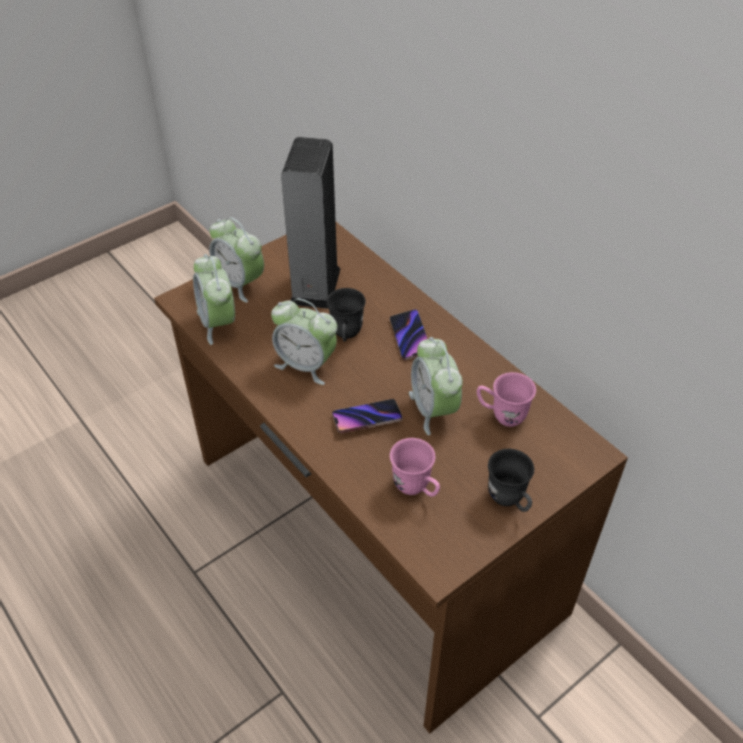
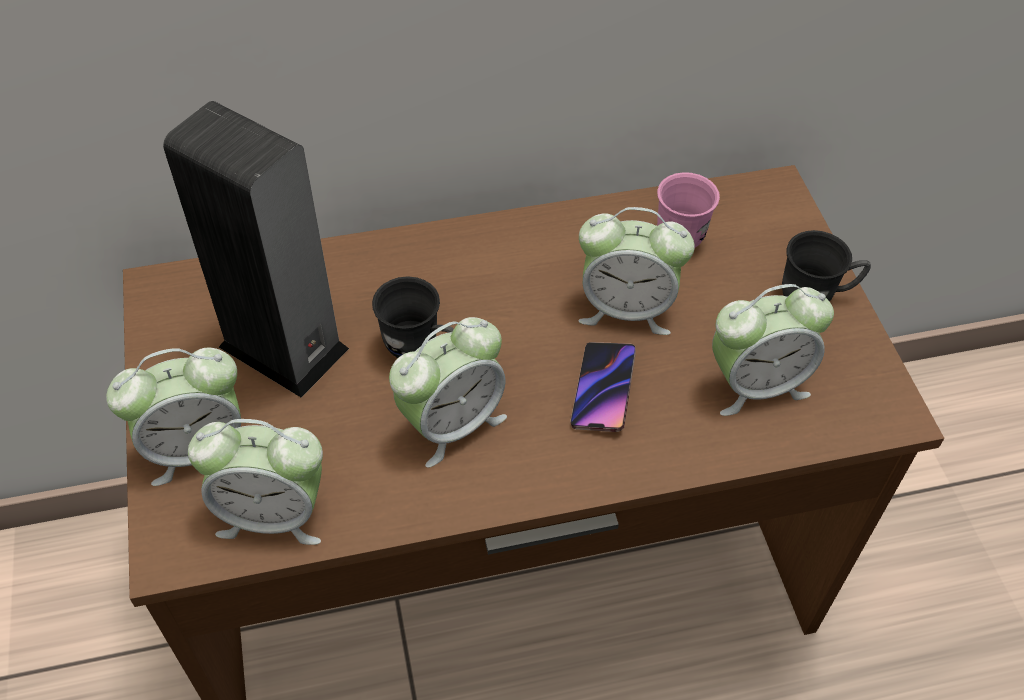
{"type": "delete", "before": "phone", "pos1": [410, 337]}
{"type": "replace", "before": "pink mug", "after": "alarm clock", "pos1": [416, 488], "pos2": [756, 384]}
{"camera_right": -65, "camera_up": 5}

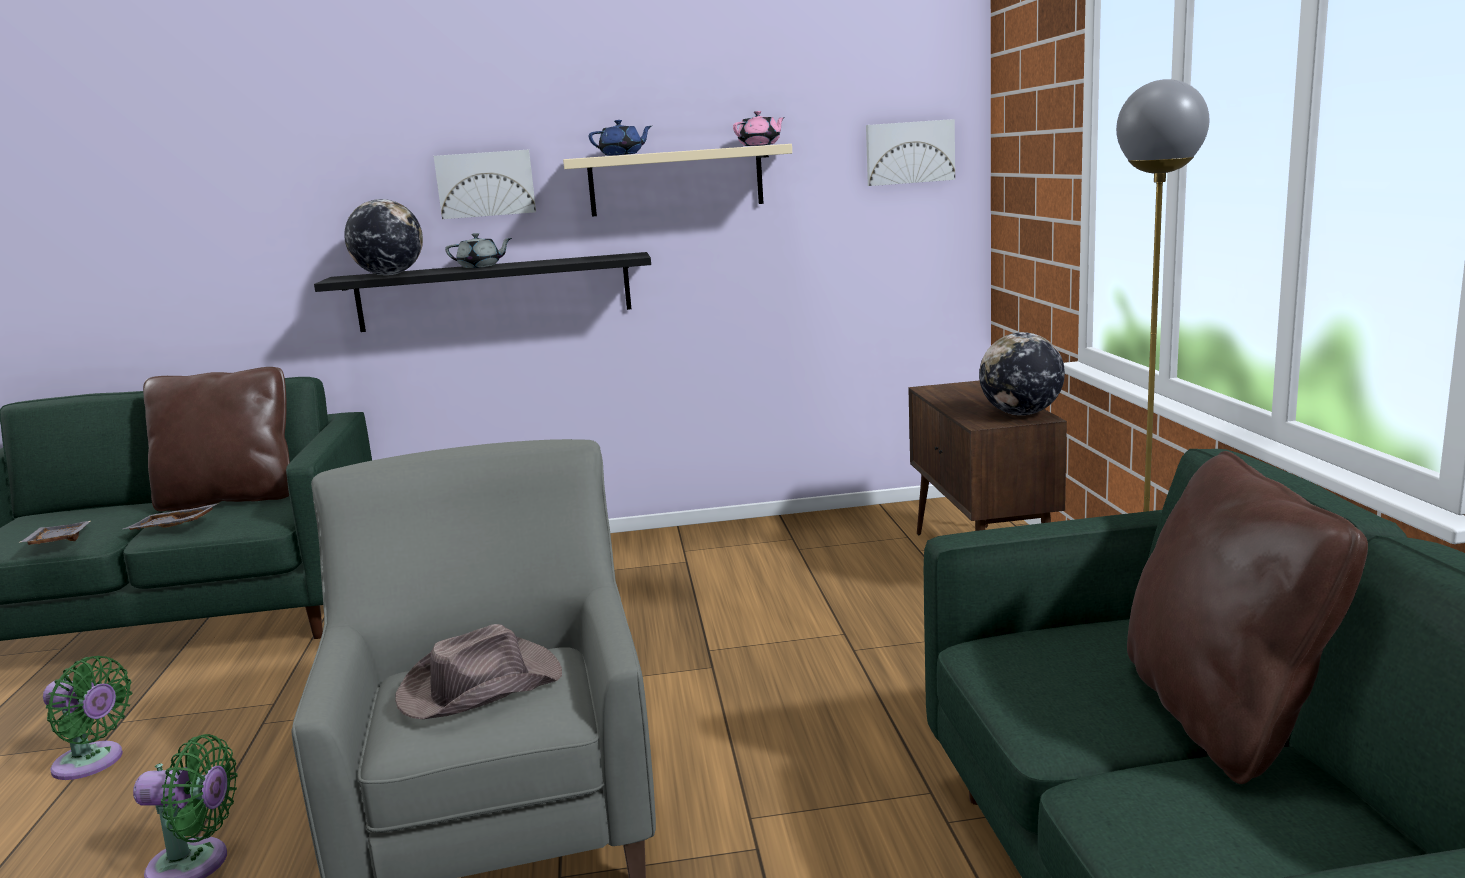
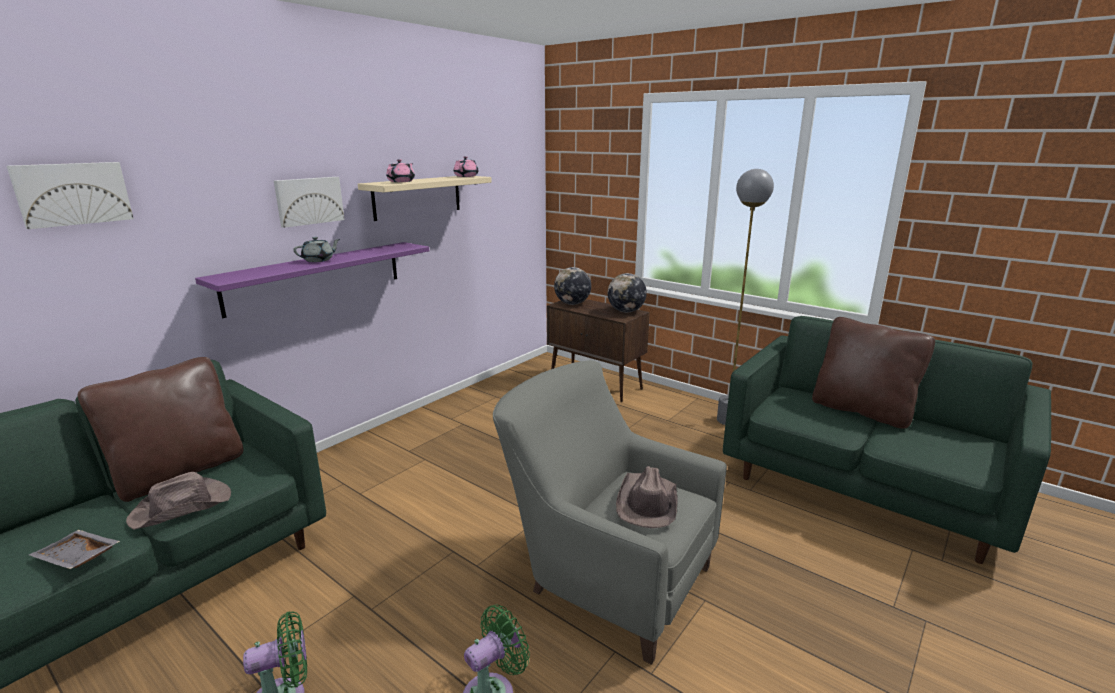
{"type": "move", "before": "picture", "pos1": [909, 152], "pos2": [73, 194]}
{"type": "recolor", "before": "blue teapot", "after": "pink teapot", "pos1": [622, 154], "pos2": [401, 181]}
{"type": "move", "before": "globe", "pos1": [389, 275], "pos2": [572, 304]}
{"type": "recolor", "before": "black shelf", "after": "purple shelf", "pos1": [494, 292], "pos2": [316, 277]}
{"type": "replace", "before": "grey tray", "after": "brown hat", "pos1": [172, 528], "pos2": [182, 507]}
{"camera_right": -45, "camera_up": 5}

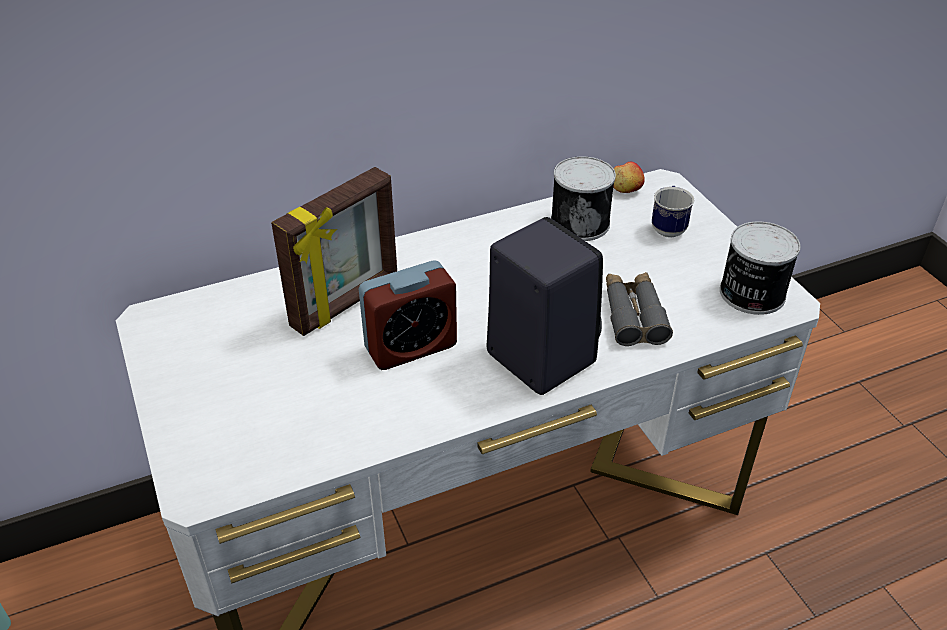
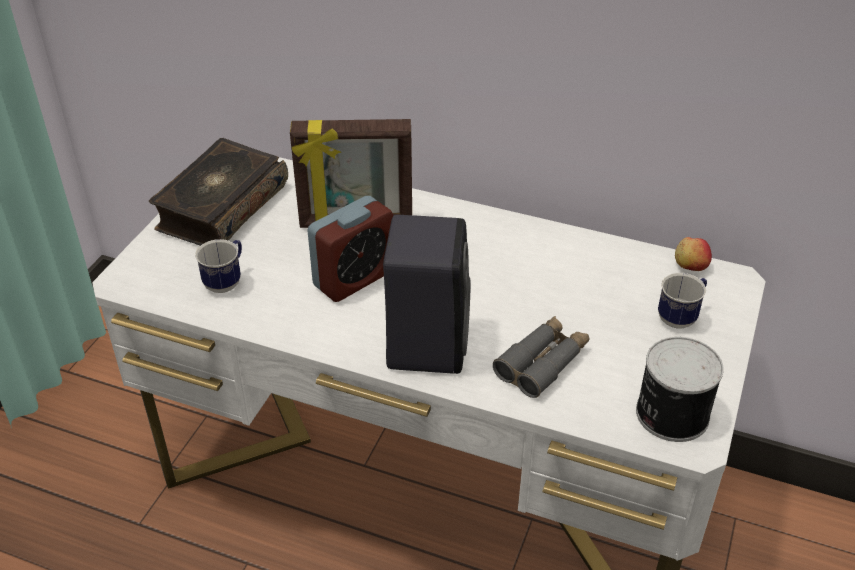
{"type": "delete", "before": "can", "pos1": [580, 222]}
{"type": "rotate", "before": "alarm clock", "pos1": [411, 347], "pos2": [354, 278], "turn": -60}
{"type": "insert", "after": "book", "pos2": [221, 207]}
{"type": "insert", "after": "mug", "pos2": [226, 281]}
{"camera_right": 45, "camera_up": 0}

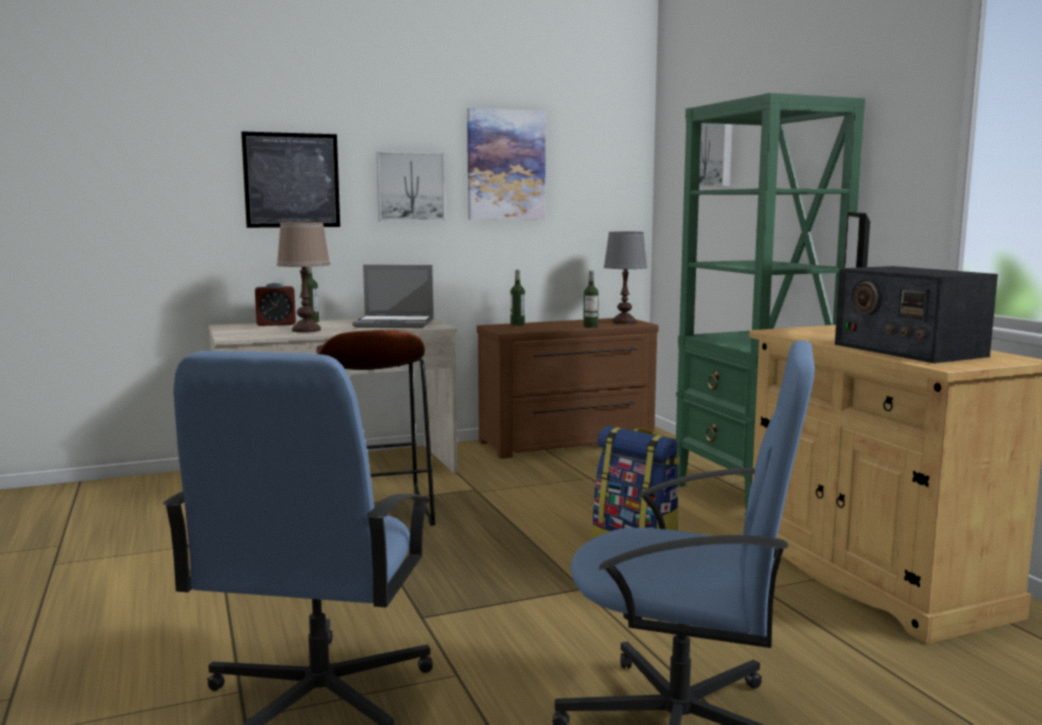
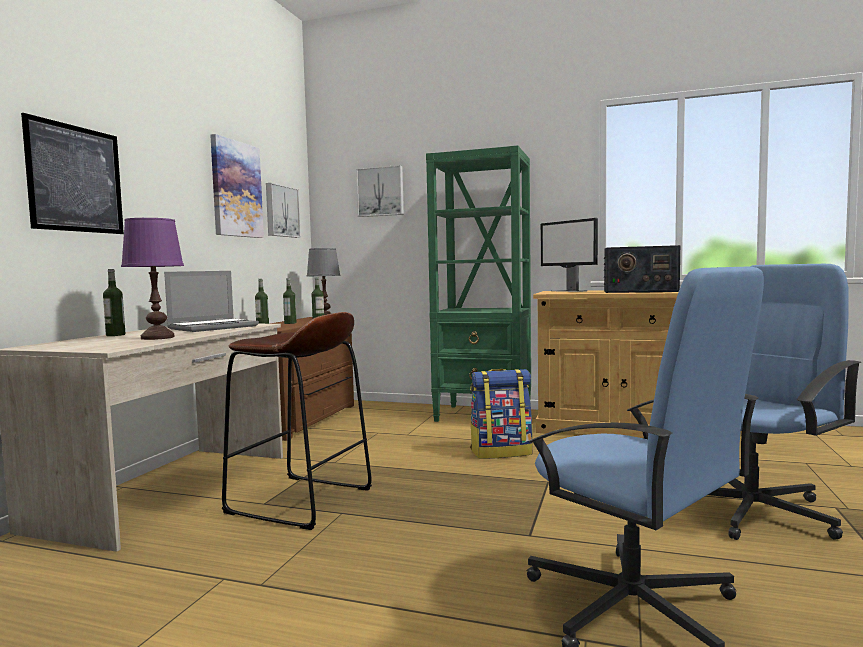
{"type": "move", "before": "picture", "pos1": [410, 187], "pos2": [281, 211]}
{"type": "recolor", "before": "brown table lamp", "after": "purple table lamp", "pos1": [306, 330], "pos2": [158, 338]}
{"type": "delete", "before": "alarm clock", "pos1": [276, 324]}
{"type": "insert", "after": "bottle", "pos2": [290, 323]}
{"camera_right": -50, "camera_up": -5}

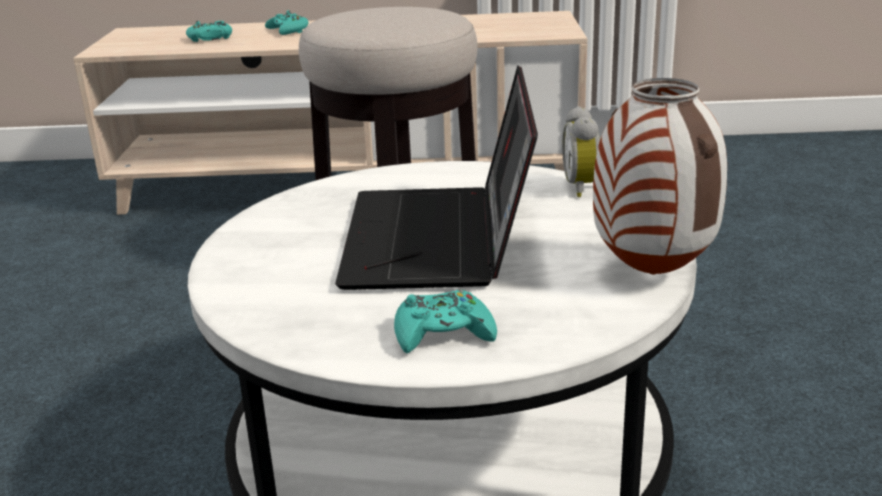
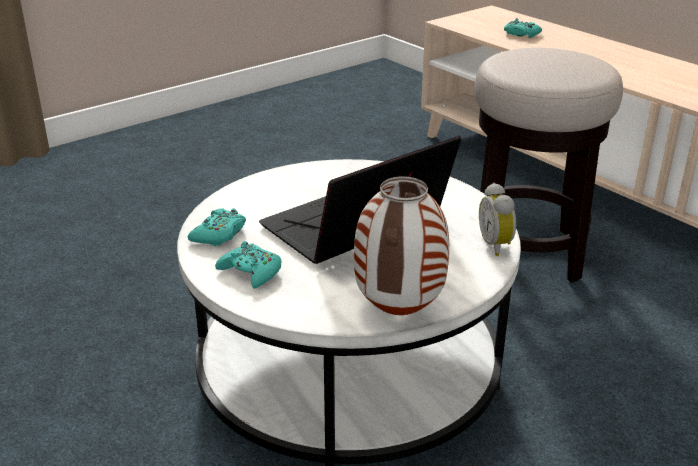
{"type": "move", "before": "turquoise game controller", "pos1": [288, 31], "pos2": [219, 234]}
{"type": "rotate", "before": "alarm clock", "pos1": [583, 187], "pos2": [497, 245], "turn": -60}
{"camera_right": 50, "camera_up": 5}

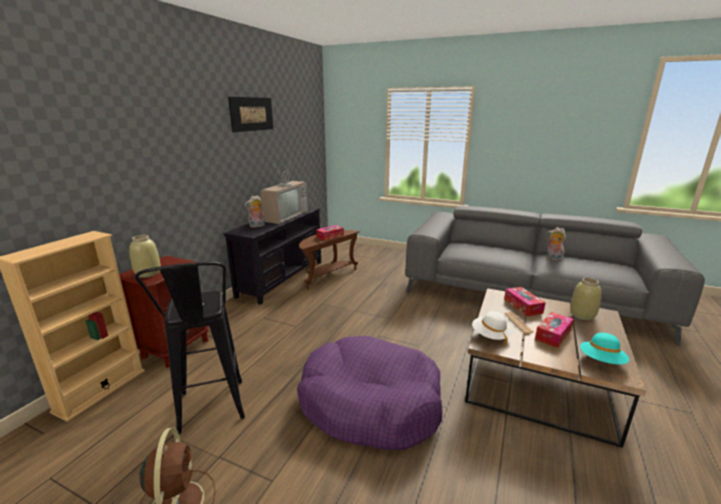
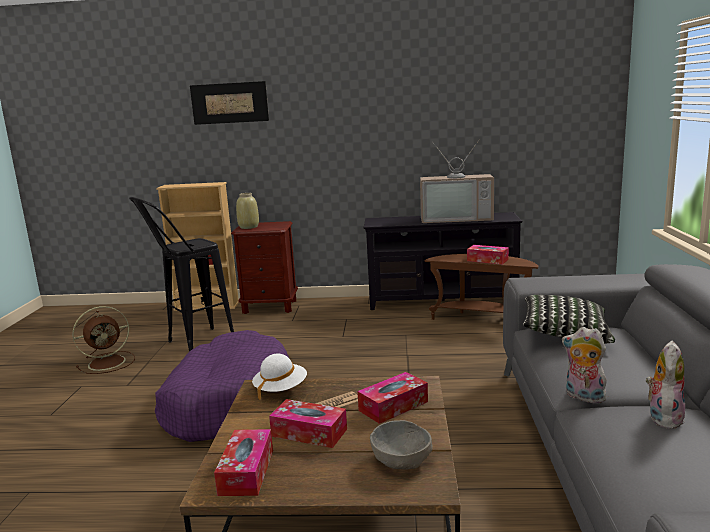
{"type": "move", "before": "picture", "pos1": [251, 114], "pos2": [229, 103]}
{"type": "move", "before": "plush toy", "pos1": [257, 226], "pos2": [583, 397]}
{"type": "replace", "before": "beige vase", "after": "grey bowl", "pos1": [582, 315], "pos2": [402, 460]}
{"type": "replace", "before": "turquoise hat", "after": "tissue box", "pos1": [601, 361], "pos2": [246, 472]}
{"type": "insert", "after": "pillow", "pos2": [564, 334]}
{"camera_right": 70, "camera_up": -5}

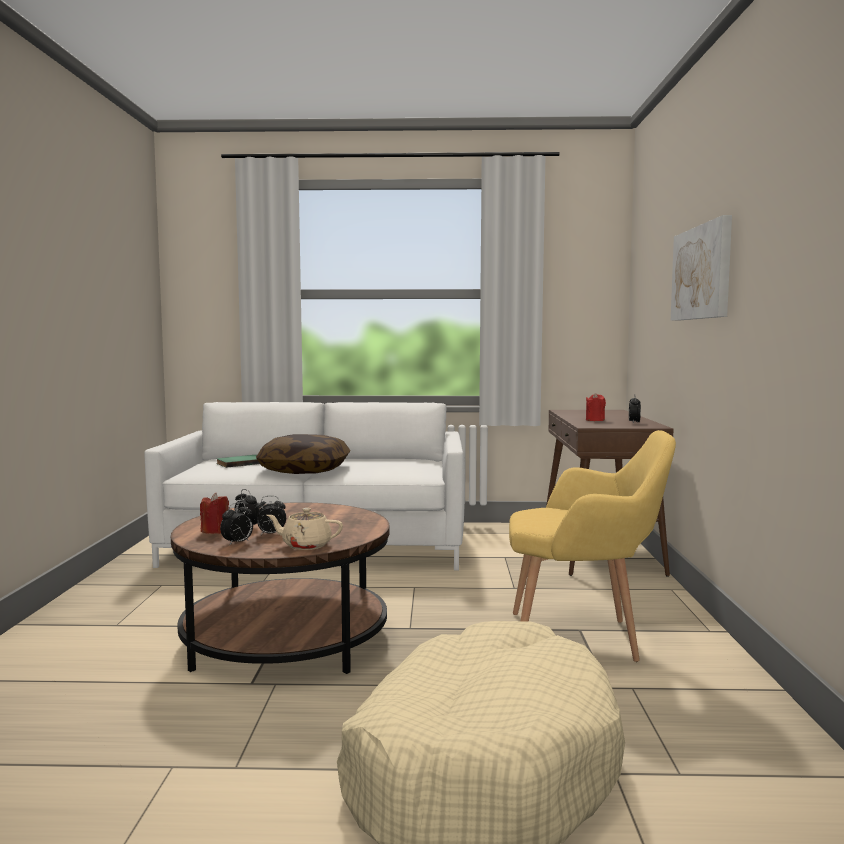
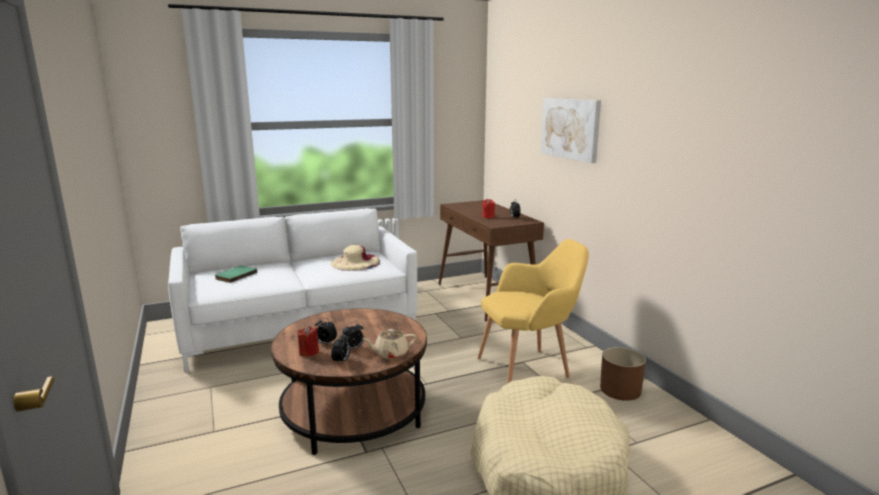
{"type": "delete", "before": "pillow", "pos1": [305, 470]}
{"type": "insert", "after": "beige hat", "pos2": [355, 262]}
{"type": "insert", "after": "brown planter", "pos2": [620, 390]}
{"camera_right": -25, "camera_up": 10}

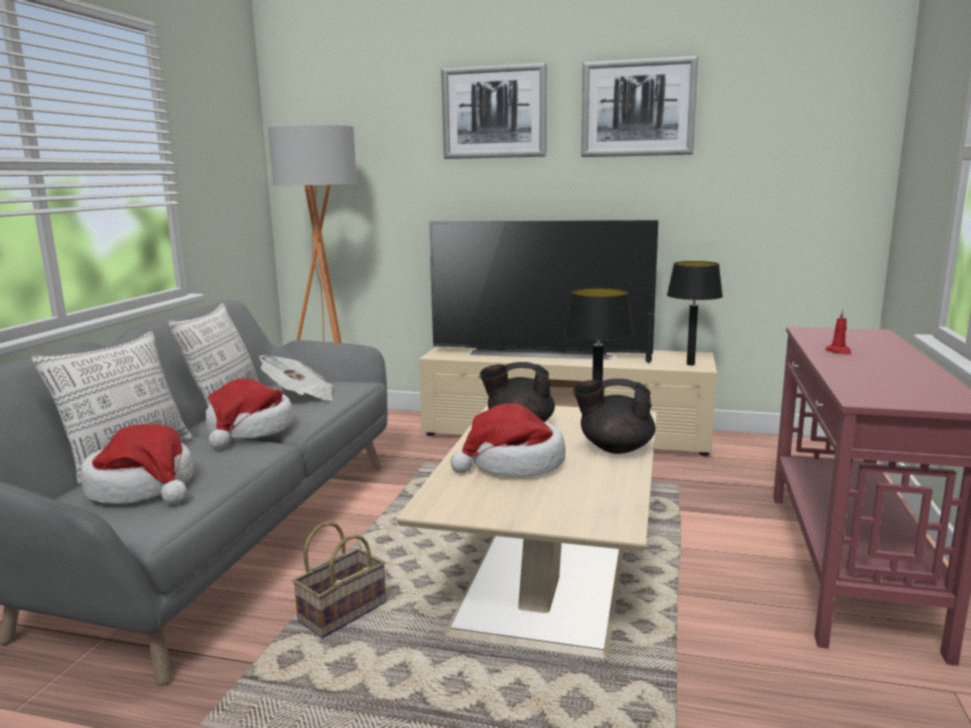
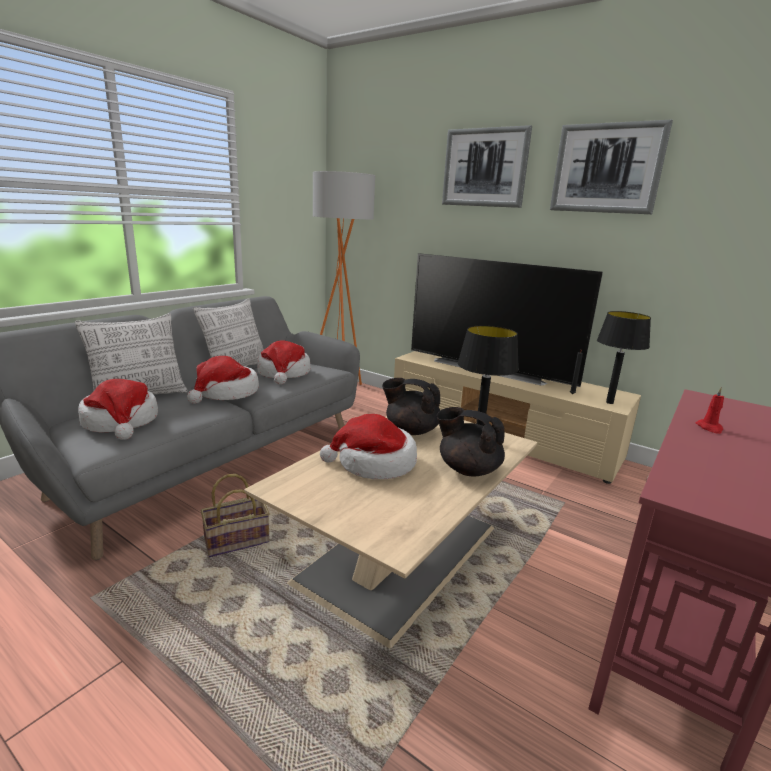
{"type": "replace", "before": "newspaper", "after": "hat", "pos1": [300, 397], "pos2": [284, 373]}
{"camera_right": 20, "camera_up": 5}

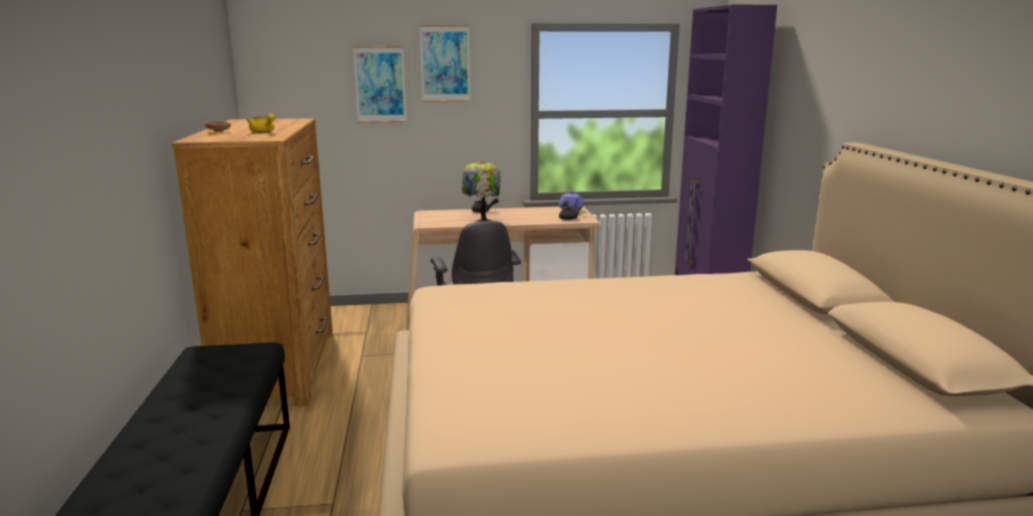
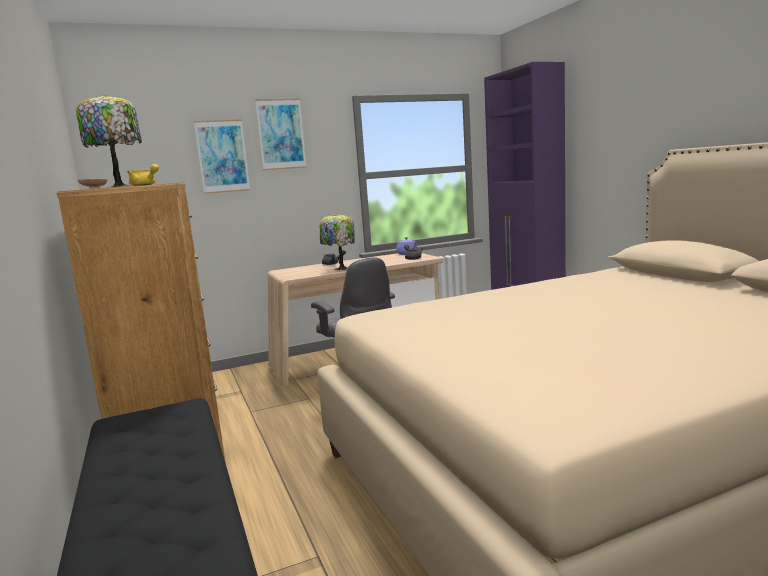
{"type": "insert", "after": "table lamp", "pos2": [120, 186]}
{"camera_right": -15, "camera_up": -5}

